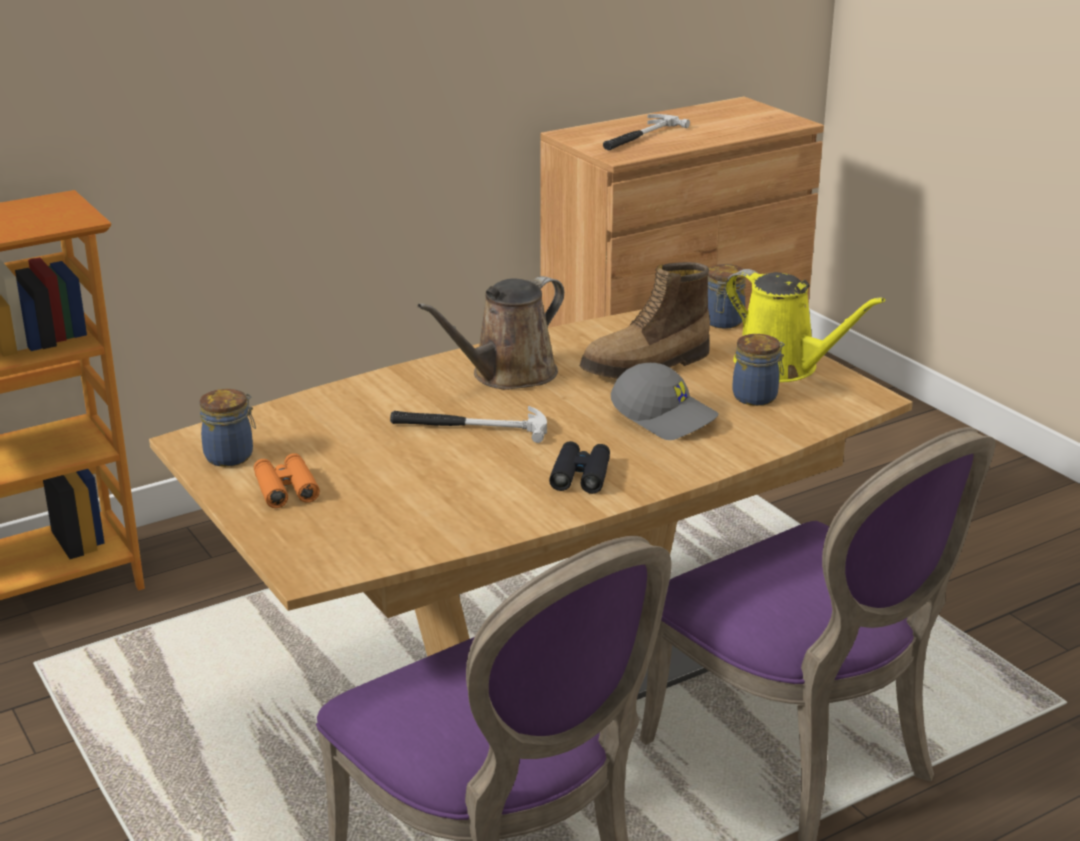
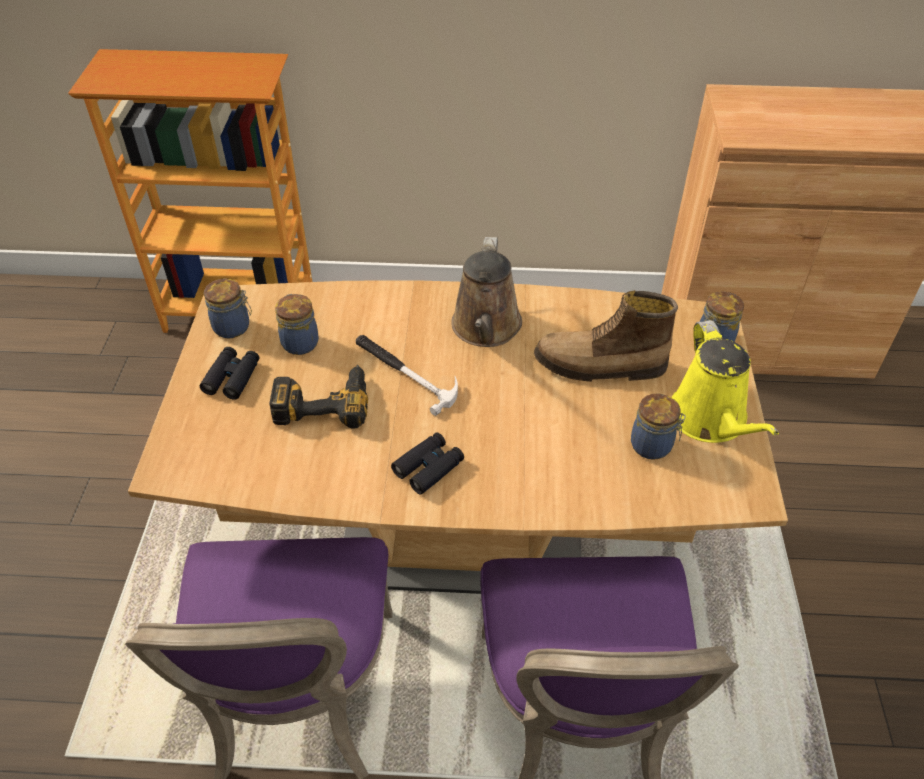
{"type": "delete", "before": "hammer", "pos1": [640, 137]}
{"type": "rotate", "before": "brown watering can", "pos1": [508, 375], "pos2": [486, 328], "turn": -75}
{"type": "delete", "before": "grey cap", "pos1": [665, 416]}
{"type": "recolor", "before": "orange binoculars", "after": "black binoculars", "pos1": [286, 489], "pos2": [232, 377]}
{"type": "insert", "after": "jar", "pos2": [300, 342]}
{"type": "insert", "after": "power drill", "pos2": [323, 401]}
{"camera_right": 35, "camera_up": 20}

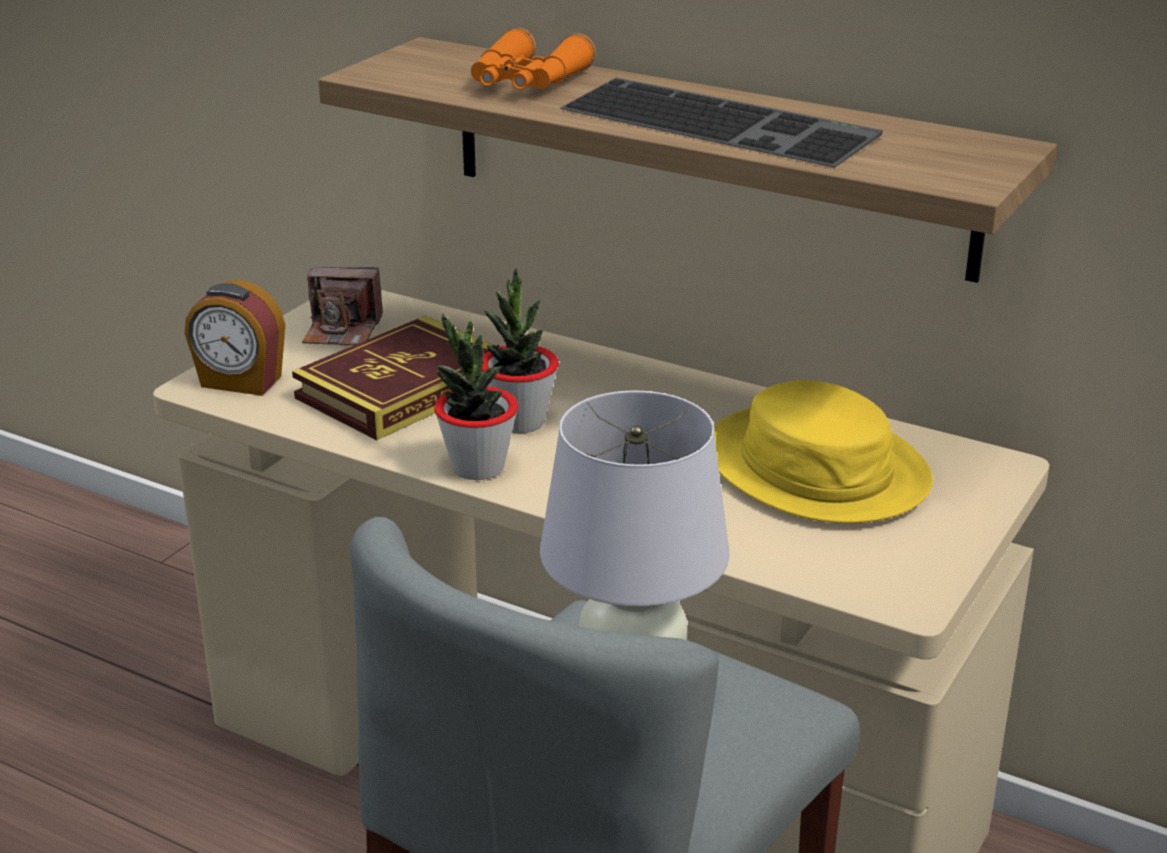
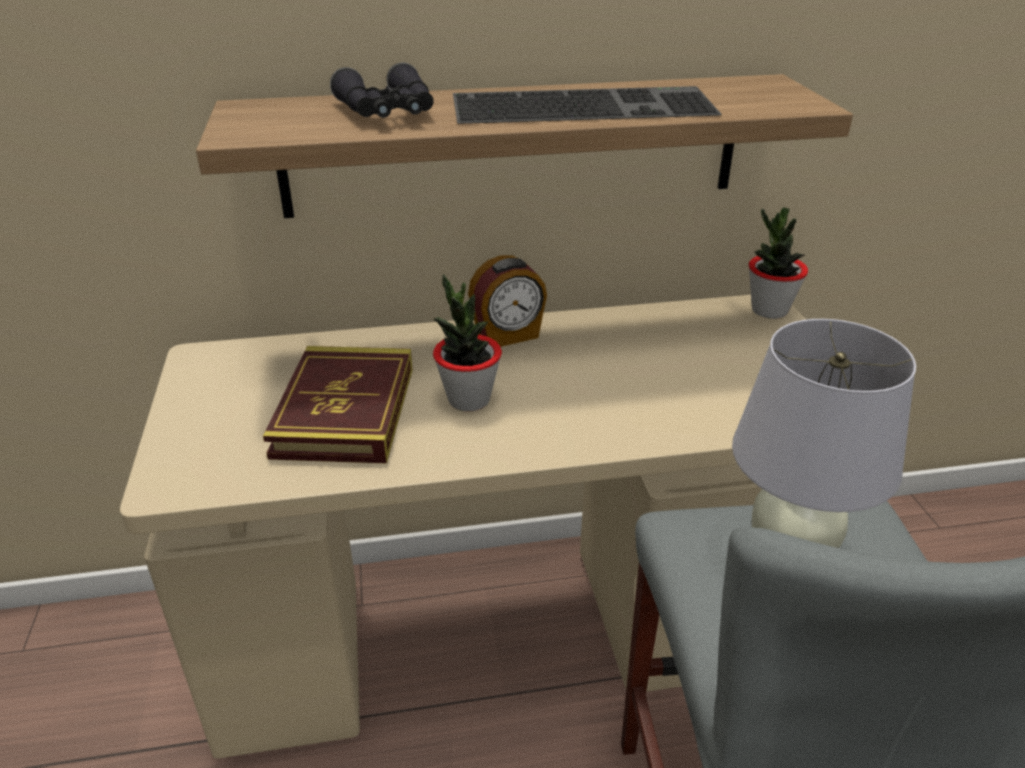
{"type": "recolor", "before": "orange binoculars", "after": "black binoculars", "pos1": [526, 83], "pos2": [387, 112]}
{"type": "delete", "before": "photo camera", "pos1": [342, 331]}
{"type": "move", "before": "alarm clock", "pos1": [240, 382], "pos2": [508, 336]}
{"type": "move", "before": "potted plant", "pos1": [477, 467], "pos2": [769, 310]}
{"type": "delete", "before": "yellow hat", "pos1": [817, 467]}
{"camera_right": -40, "camera_up": 5}

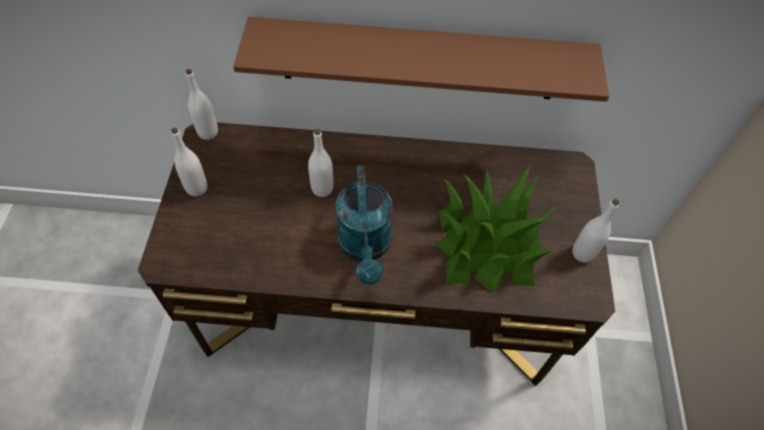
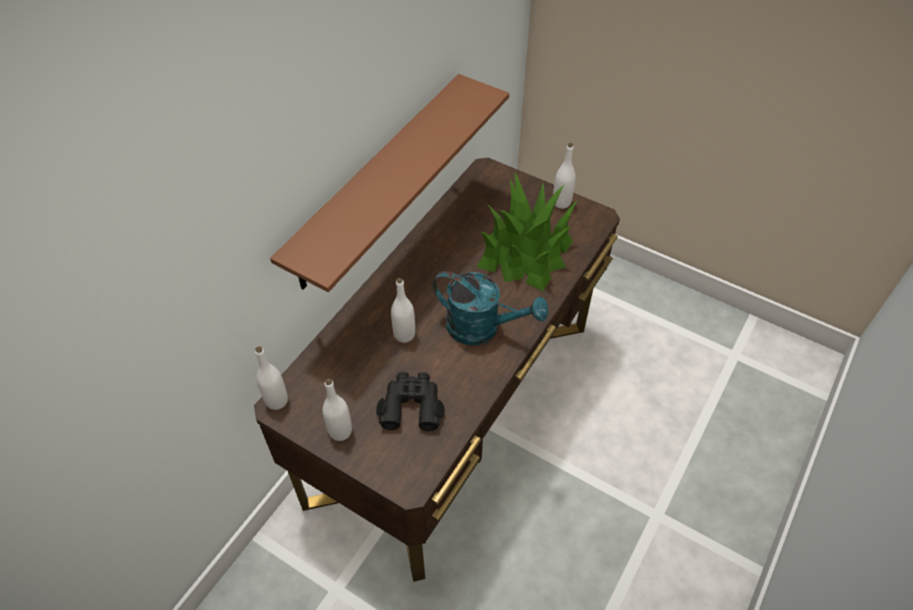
{"type": "insert", "after": "black binoculars", "pos2": [411, 405]}
{"camera_right": -60, "camera_up": -5}

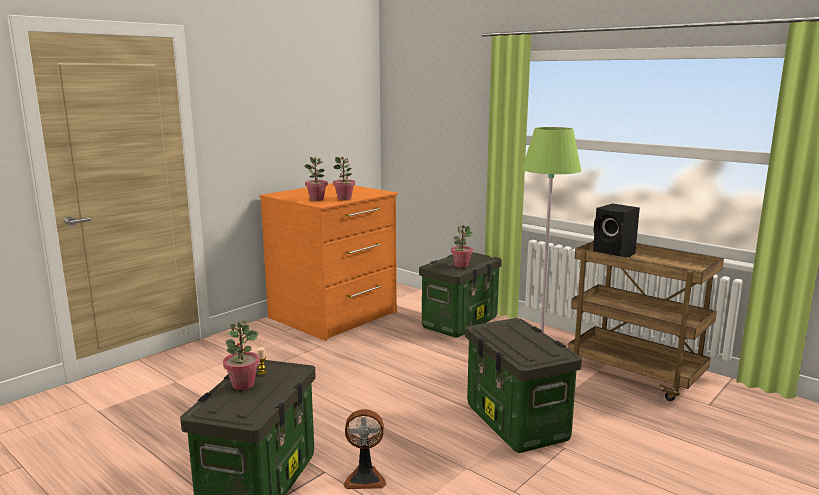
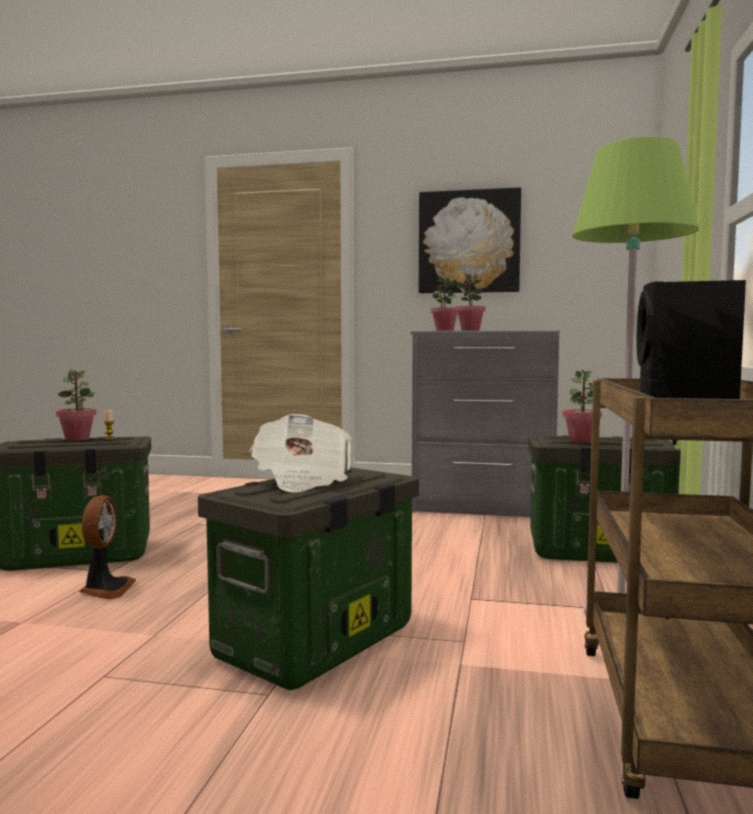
{"type": "recolor", "before": "orange dresser", "after": "grey dresser", "pos1": [334, 315], "pos2": [483, 501]}
{"type": "rotate", "before": "fan", "pos1": [365, 478], "pos2": [106, 589], "turn": -150}
{"type": "insert", "after": "picture", "pos2": [469, 242]}
{"type": "insert", "after": "newspaper", "pos2": [302, 480]}
{"camera_right": 60, "camera_up": -10}

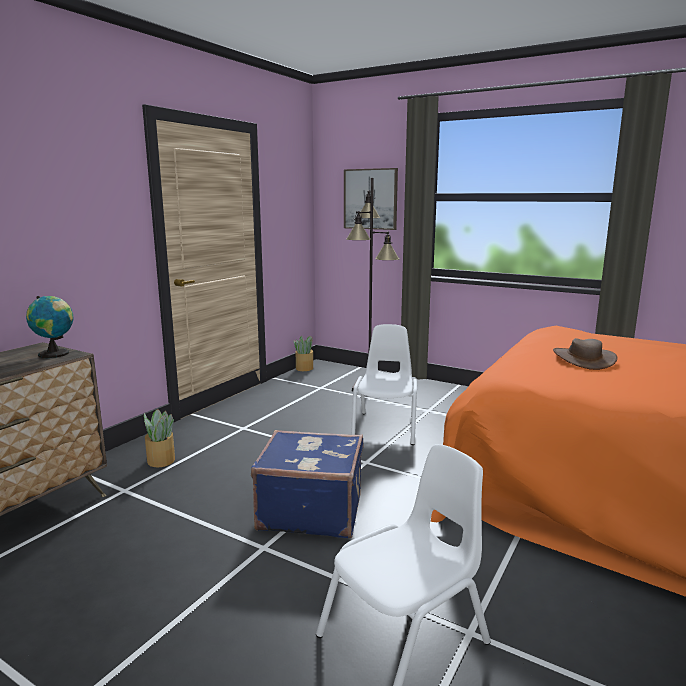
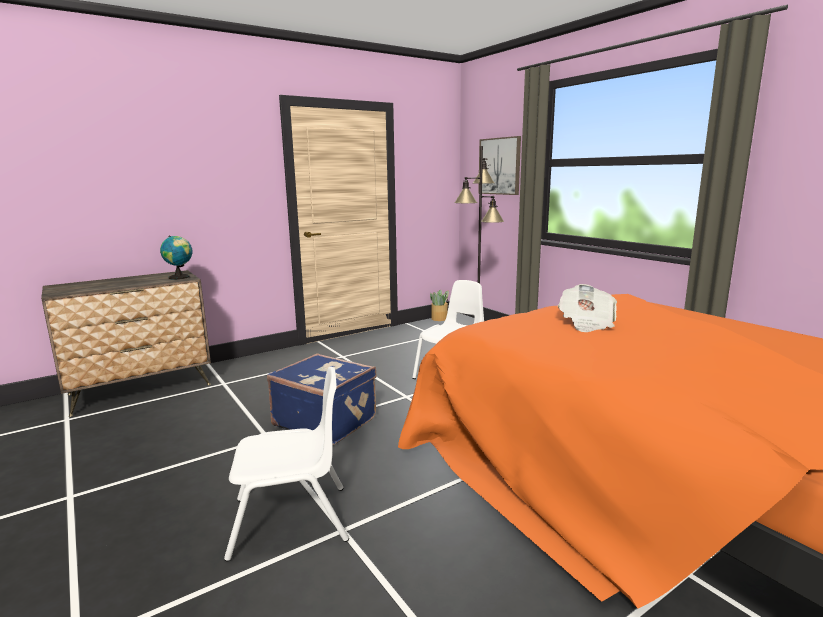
{"type": "replace", "before": "brown hat", "after": "newspaper", "pos1": [583, 359], "pos2": [586, 323]}
{"type": "delete", "before": "potted plant", "pos1": [161, 460]}
{"camera_right": 25, "camera_up": 0}

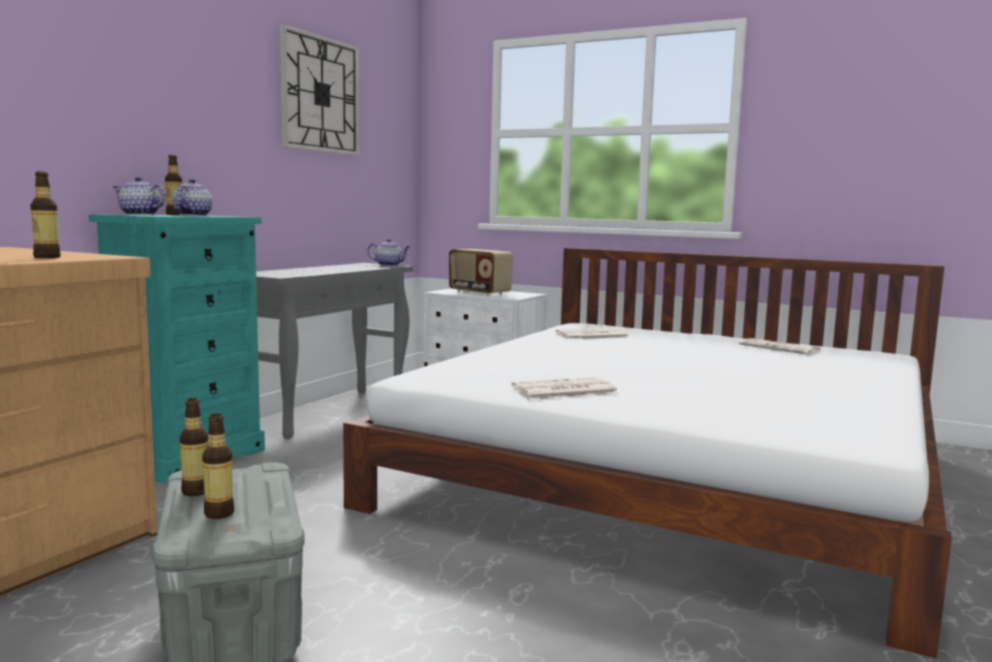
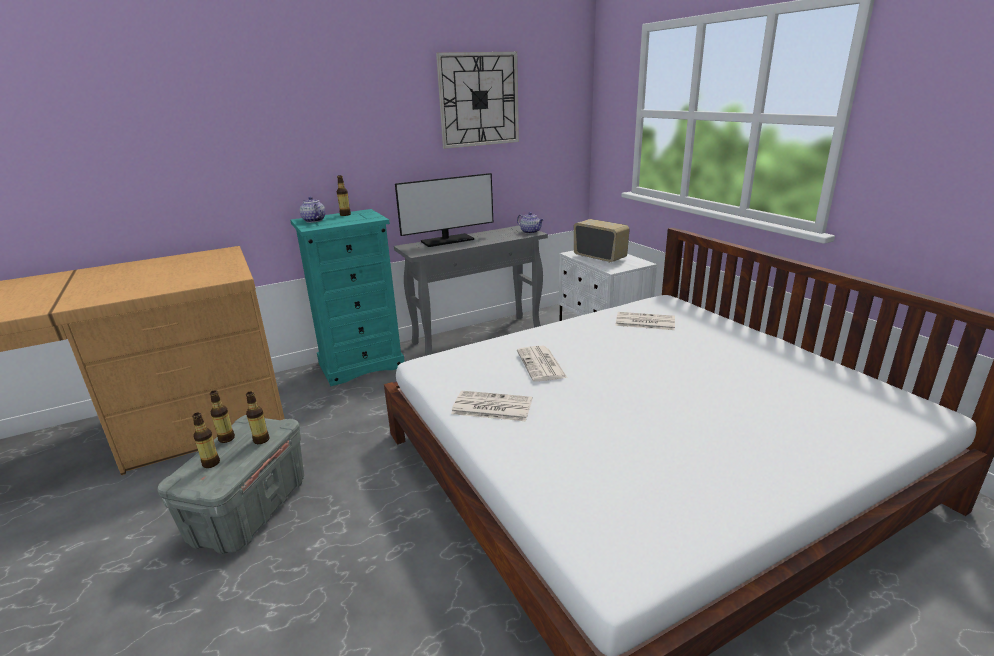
{"type": "move", "before": "bottle", "pos1": [47, 257], "pos2": [261, 440]}
{"type": "delete", "before": "teapot", "pos1": [192, 215]}
{"type": "rotate", "before": "radio", "pos1": [479, 293], "pos2": [600, 257], "turn": 150}
{"type": "move", "before": "newspaper", "pos1": [780, 348], "pos2": [541, 364]}
{"type": "insert", "after": "monitor", "pos2": [447, 240]}
{"camera_right": 35, "camera_up": 15}

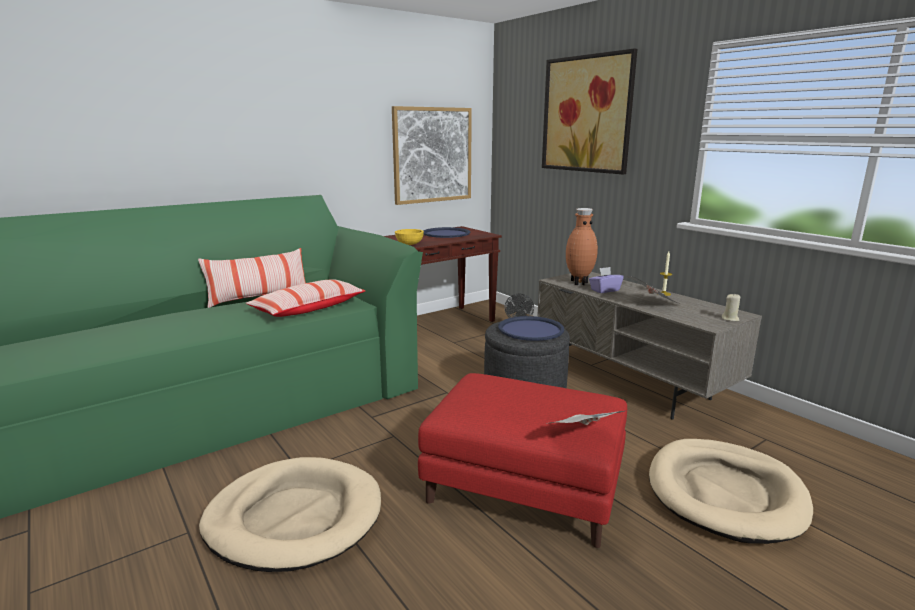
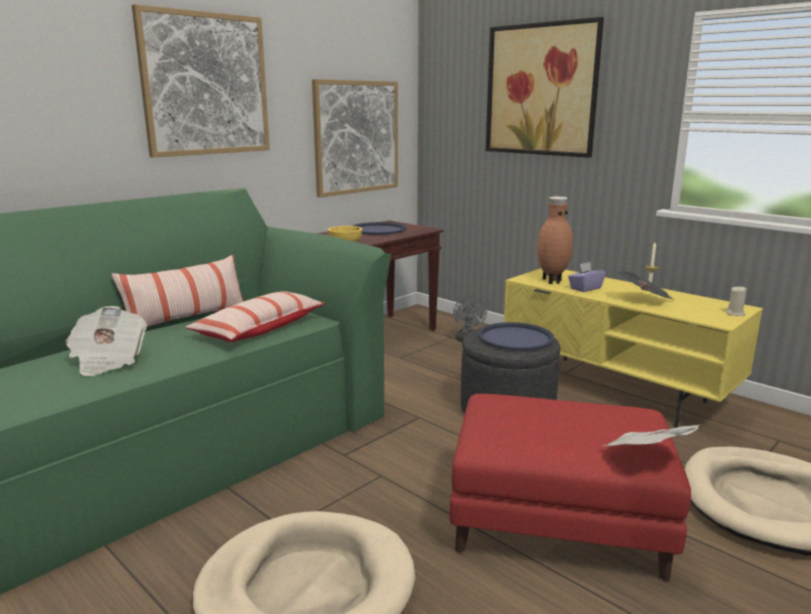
{"type": "recolor", "before": "grey tv stand", "after": "yellow tv stand", "pos1": [631, 382], "pos2": [616, 389]}
{"type": "insert", "after": "picture", "pos2": [205, 84]}
{"type": "insert", "after": "newspaper", "pos2": [108, 360]}
{"camera_right": -10, "camera_up": 0}

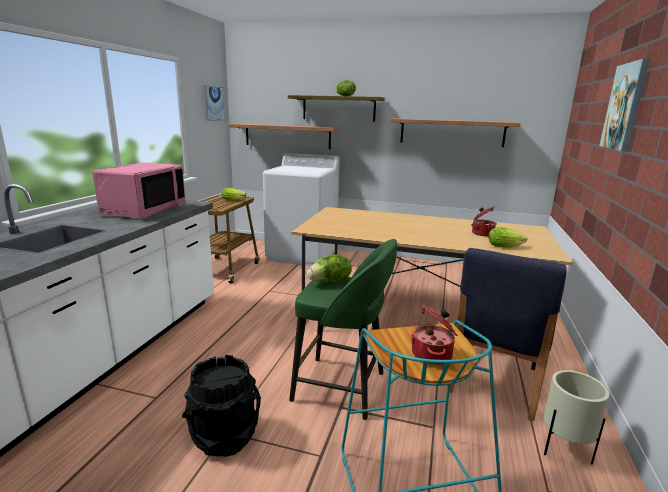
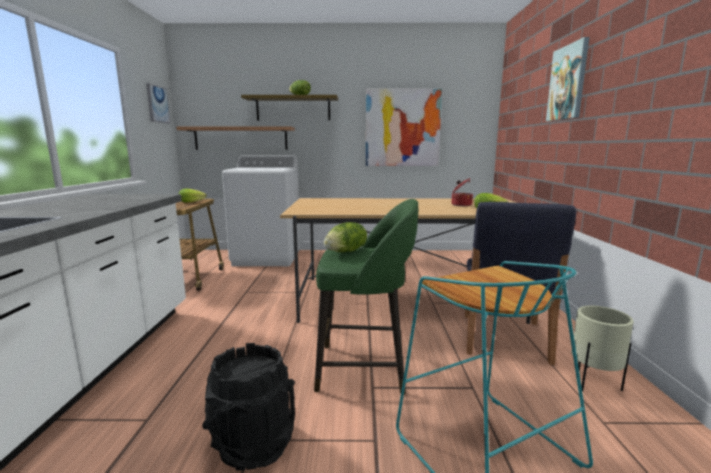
{"type": "replace", "before": "shelf", "after": "picture", "pos1": [451, 132], "pos2": [402, 128]}
{"type": "delete", "before": "pink microwave", "pos1": [144, 210]}
{"type": "delete", "before": "cooking pot", "pos1": [433, 354]}
{"camera_right": -15, "camera_up": -5}

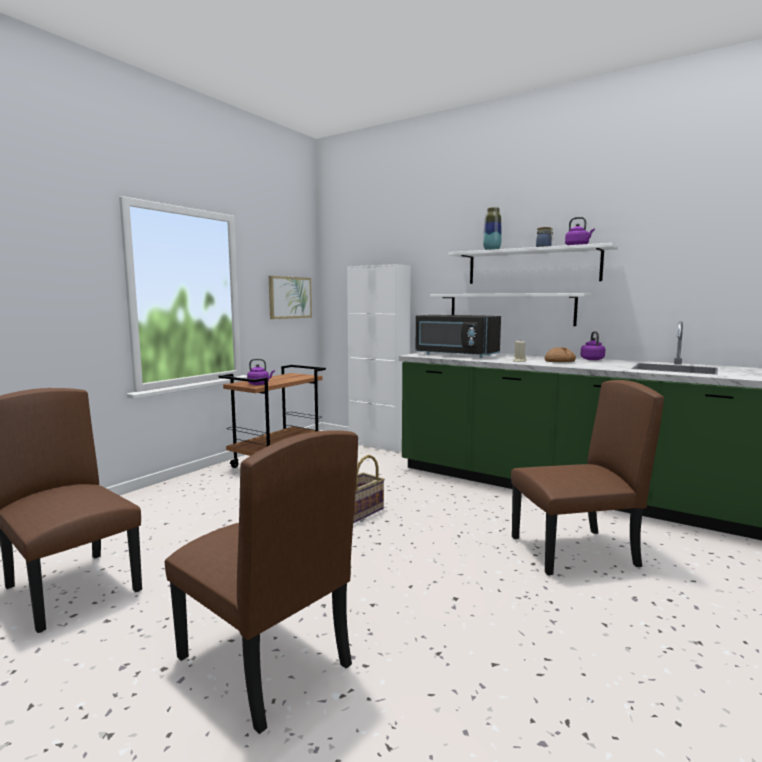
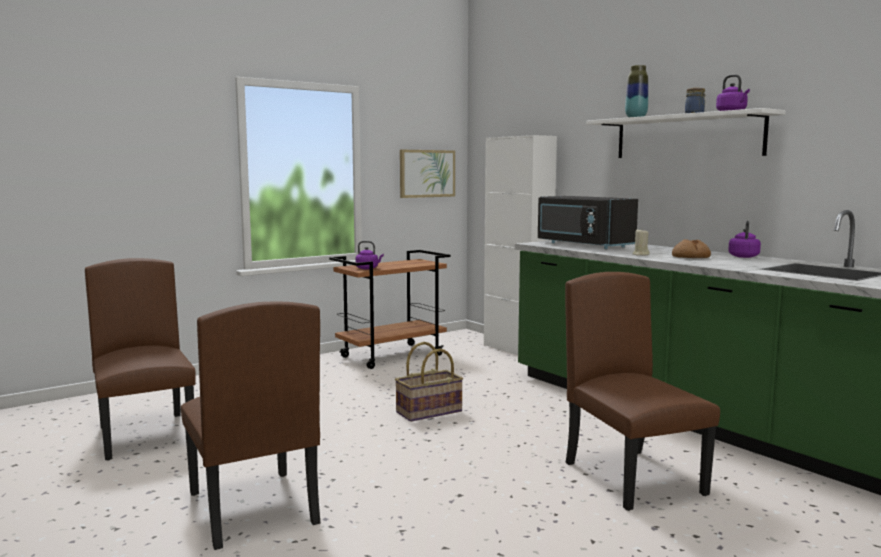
{"type": "delete", "before": "white shelf", "pos1": [510, 309]}
{"type": "rotate", "before": "brown chair", "pos1": [574, 552], "pos2": [634, 478], "turn": -120}
{"camera_right": 20, "camera_up": 0}

